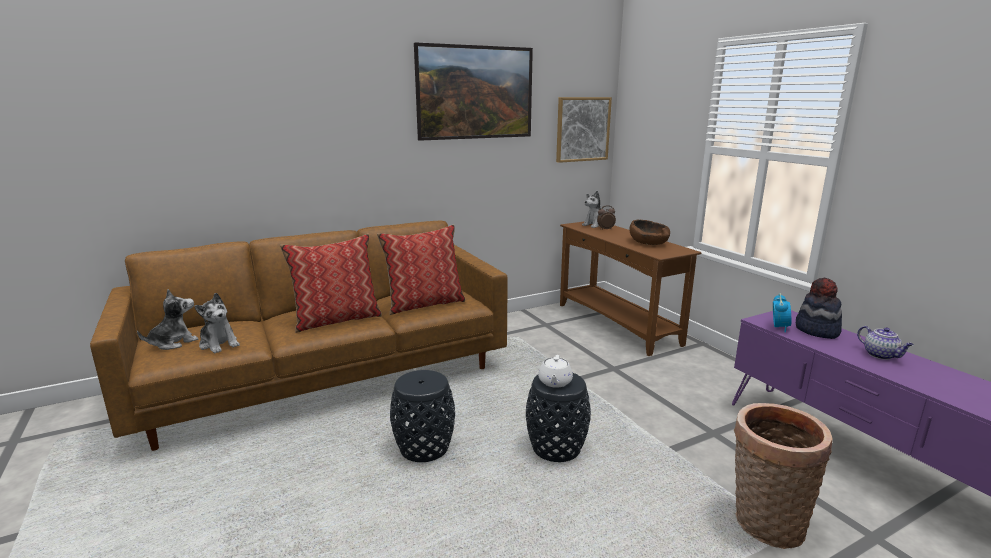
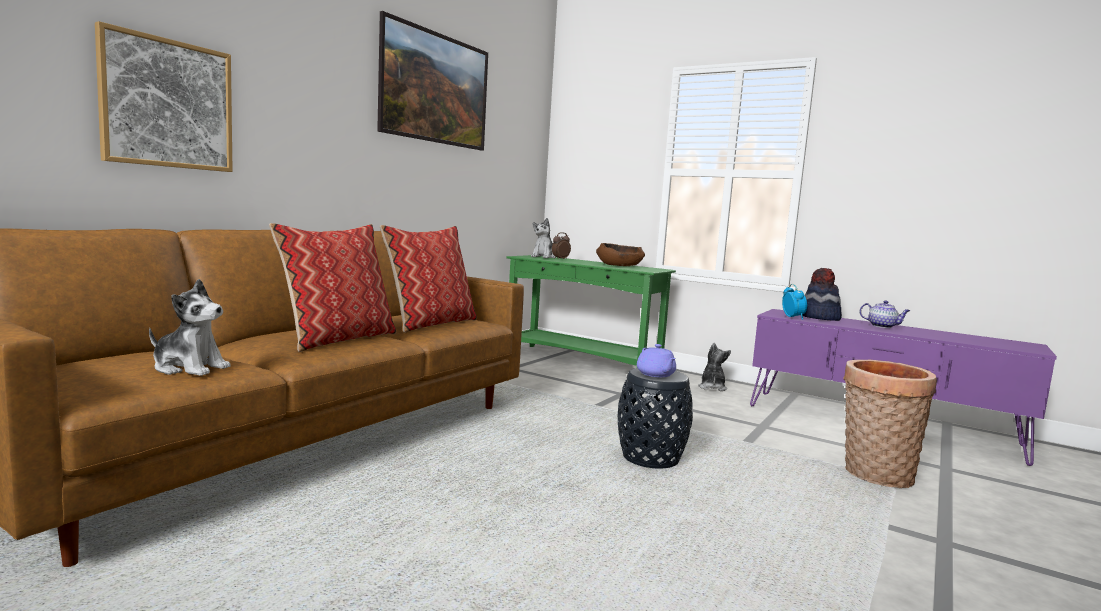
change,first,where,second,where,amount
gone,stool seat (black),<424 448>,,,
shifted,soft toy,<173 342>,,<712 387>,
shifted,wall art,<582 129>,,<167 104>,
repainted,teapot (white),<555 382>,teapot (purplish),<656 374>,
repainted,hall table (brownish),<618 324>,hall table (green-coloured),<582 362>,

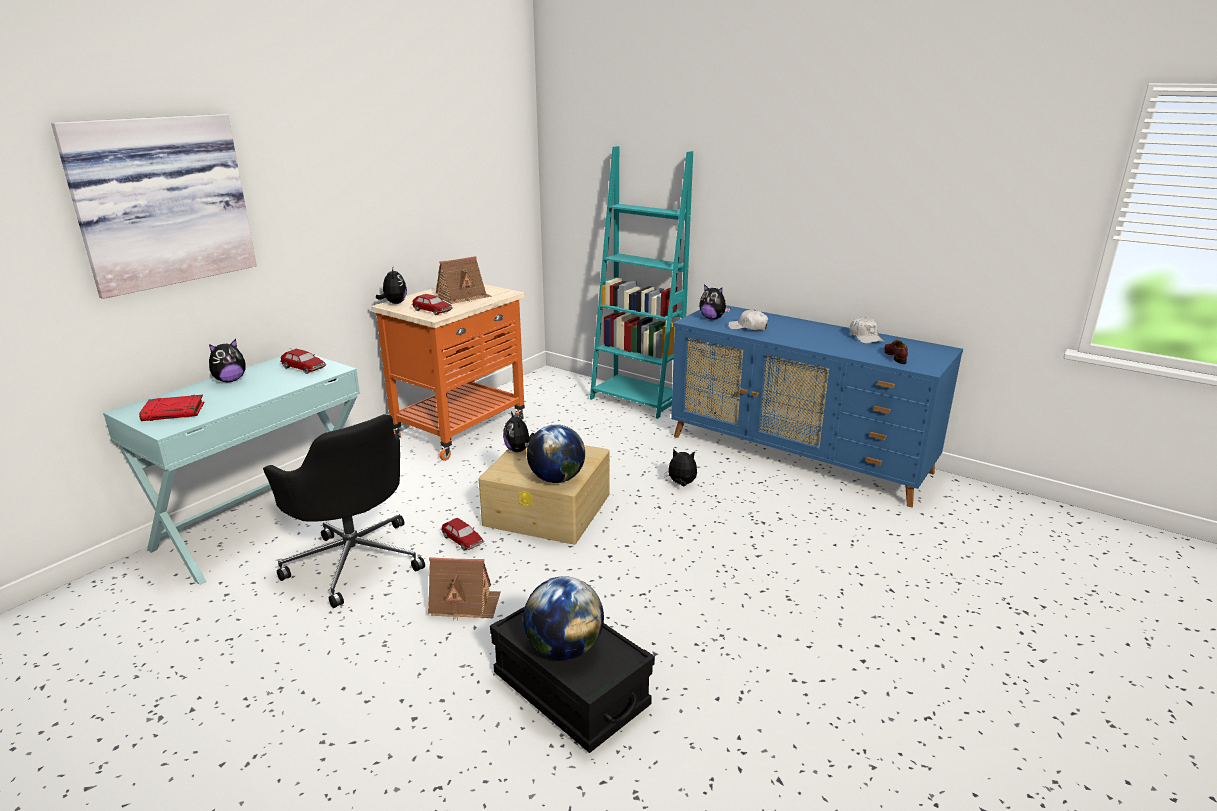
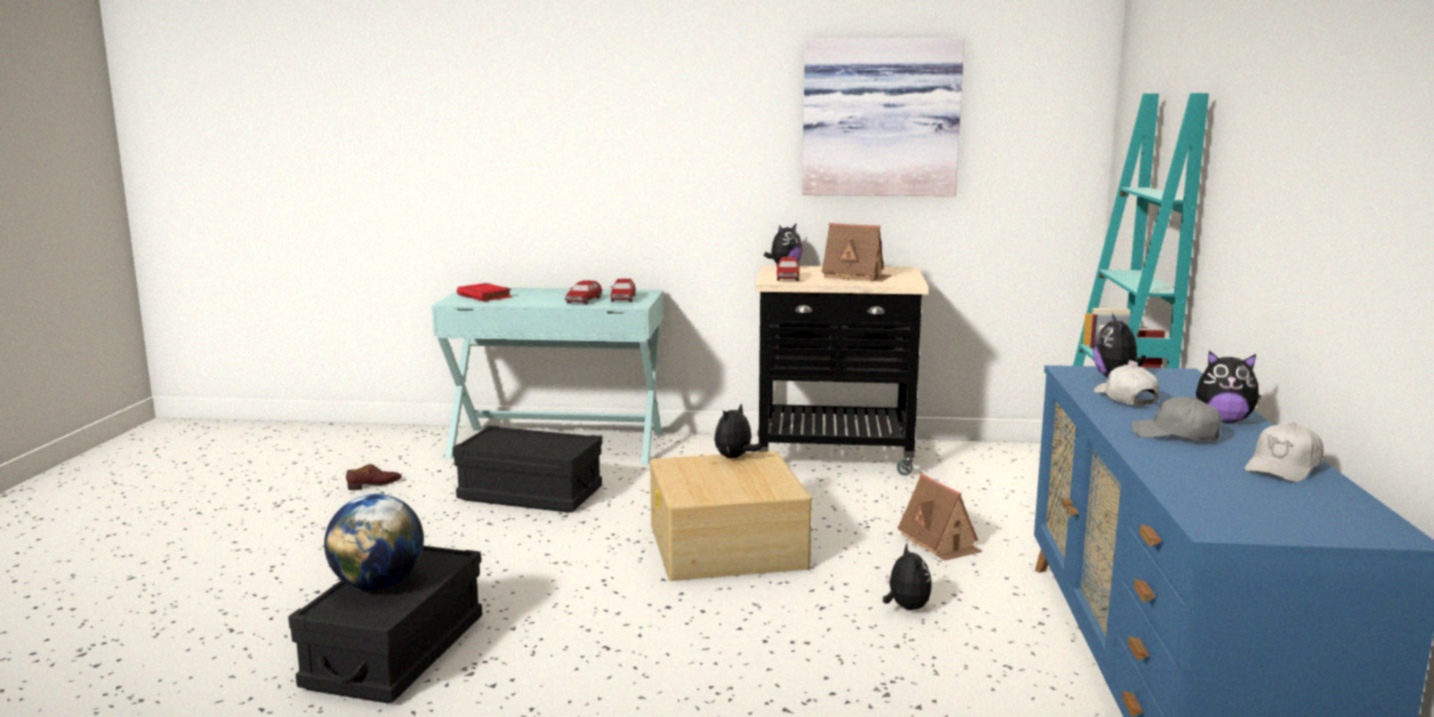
change,first,where,second,where,amount
gone,desk globe,<556 479>,,,
new,,,cap (greyish),<1176 435>,
shifted,wall art,<160 202>,,<880 118>,
shifted,soft toy,<230 380>,,<1223 421>,
shifted,model house,<465 604>,,<939 542>,
shifted,toy car,<463 540>,,<583 301>,
shifted,item of footwear (brownish),<895 356>,,<375 485>,
swapped,computer chair (black),<354 560>,storage bin (black),<530 494>,
repainted,wheeled cart (orange),<460 429>,wheeled cart (black),<834 456>,

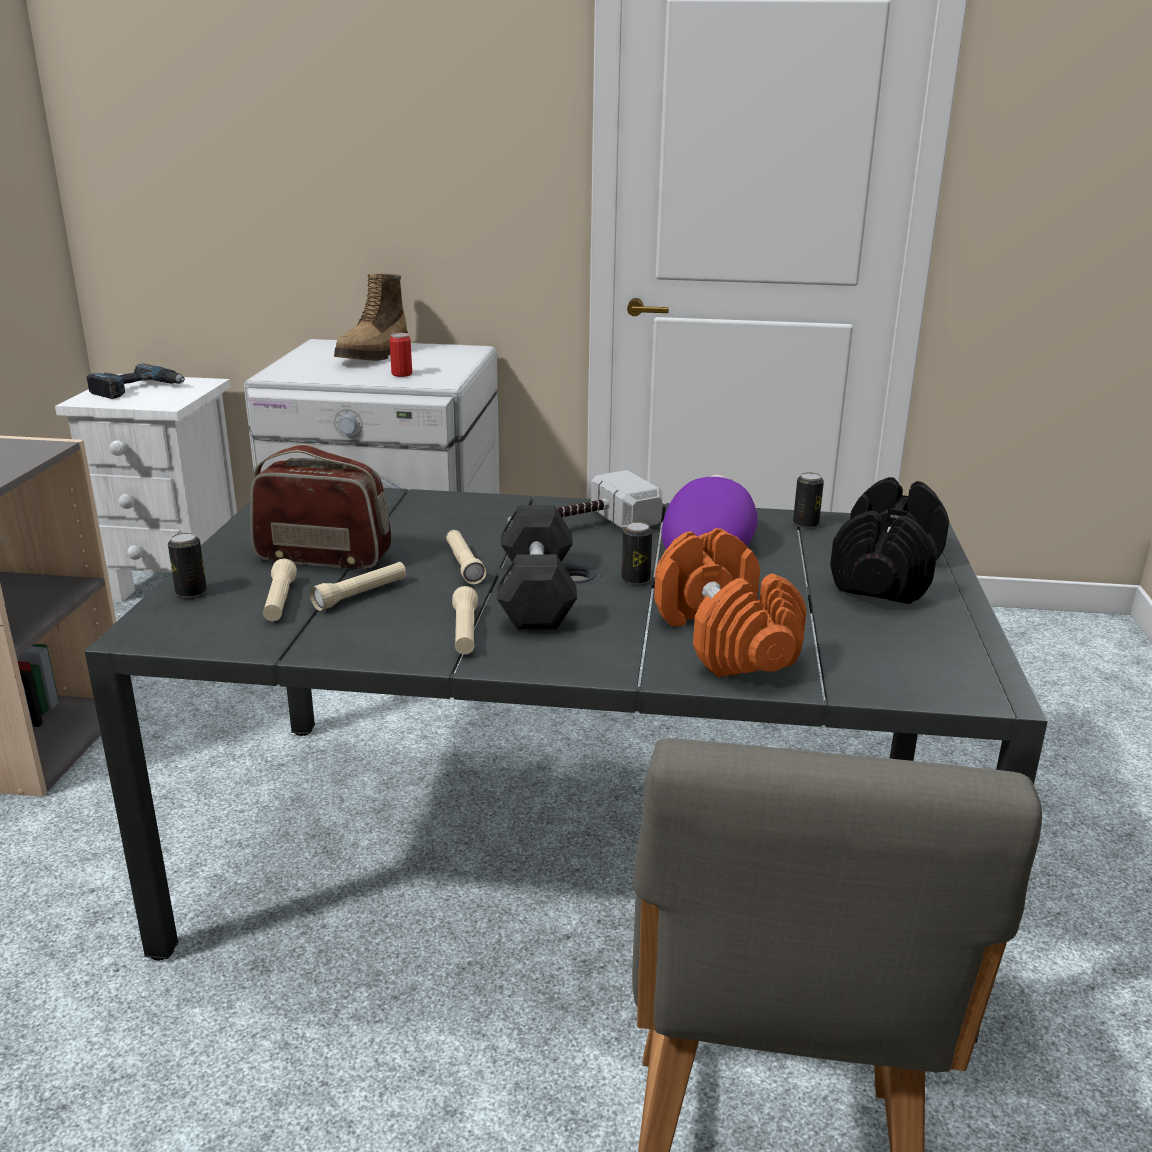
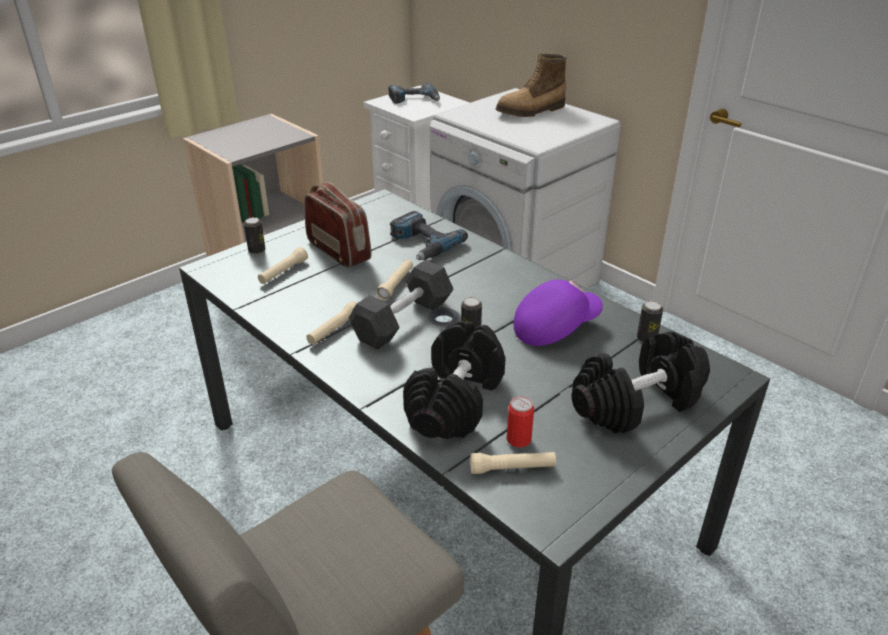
change,first,where,second,where,amount
gone,hammer,<580 527>,,,
new,,,electric drill,<422 244>,
shifted,hand torch (sand-coloured),<361 595>,,<512 468>,
shifted,can,<402 374>,,<518 439>,
repainted,free weight (orange),<726 640>,free weight (black),<455 401>,

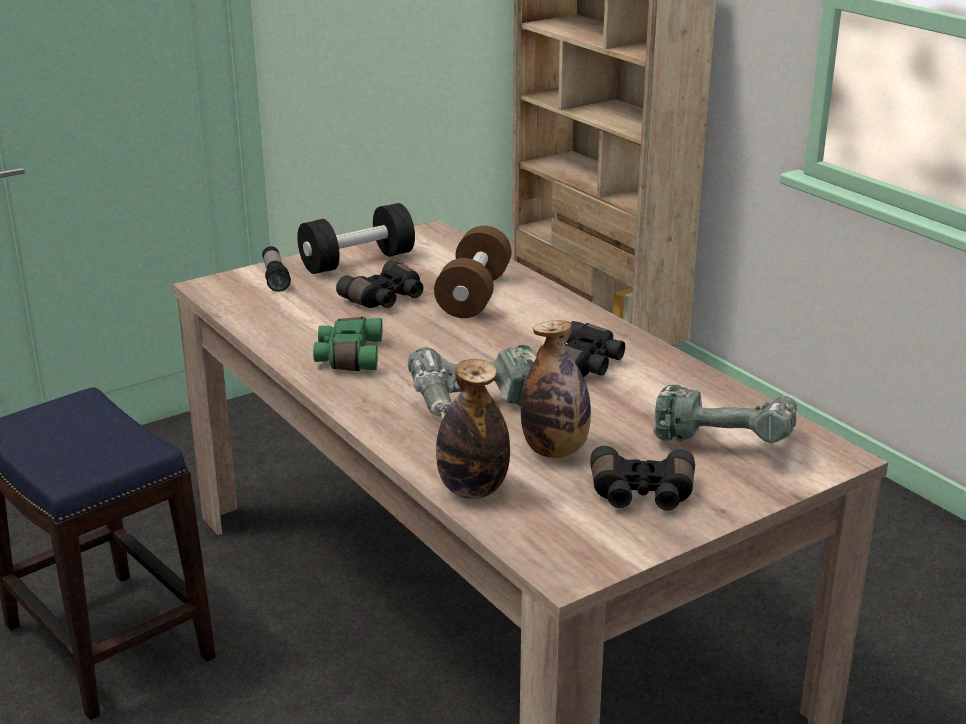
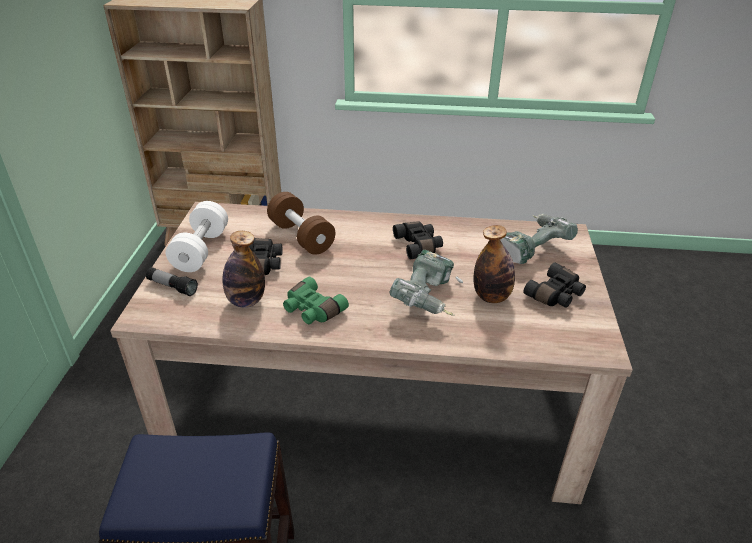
change,first,where,second,where,amount
shifted,bottle,<472 490>,,<246 301>,
repainted,free weight (black),<357 261>,free weight (white),<201 250>,

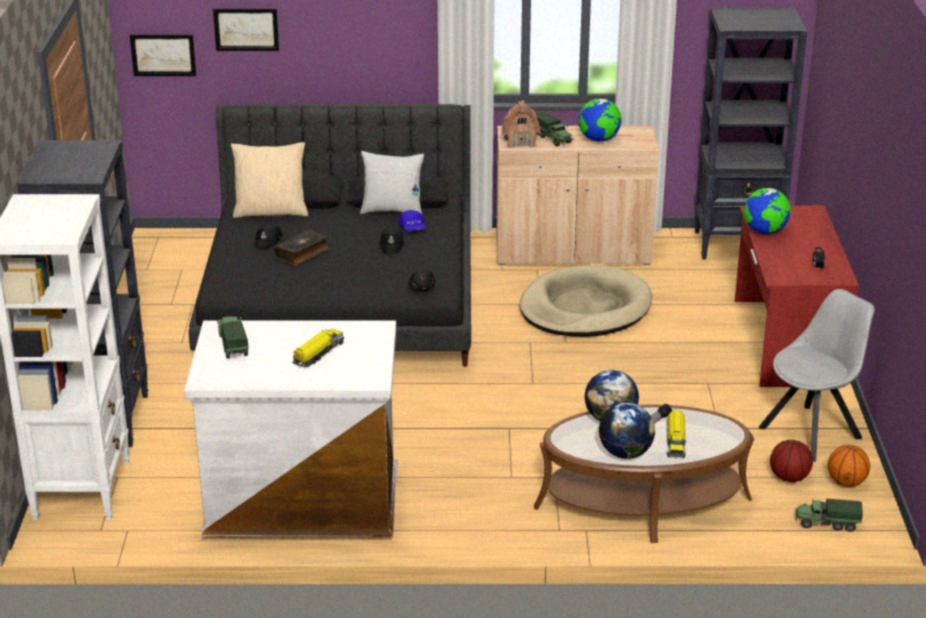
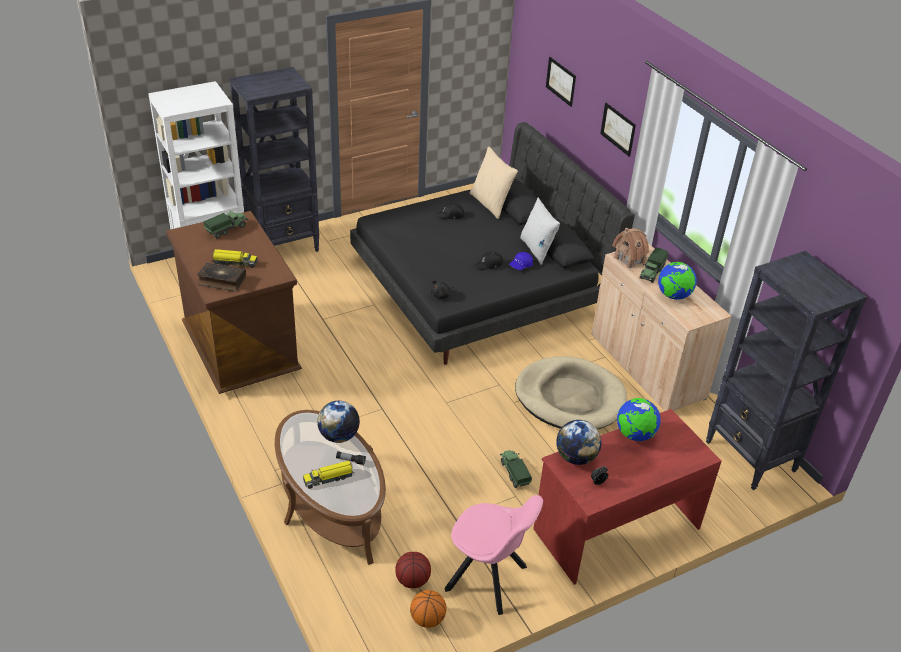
change,first,where,second,where,amount
shifted,wall art,<163 55>,,<618 129>,
shifted,book,<302 253>,,<222 281>,
shifted,desk globe,<625 453>,,<576 457>,
shifted,toy lorry,<827 523>,,<514 473>,
repainted,drawer chest (white),<301 506>,drawer chest (brownish),<240 348>,
repainted,chair (greyish),<812 432>,chair (pinkish),<488 579>,

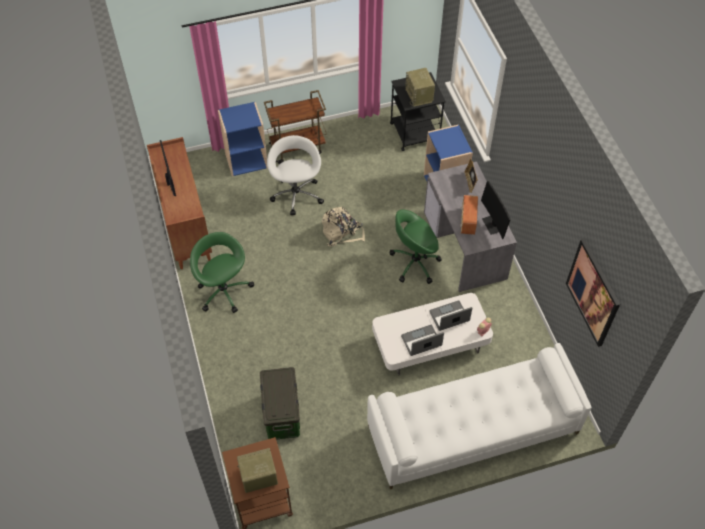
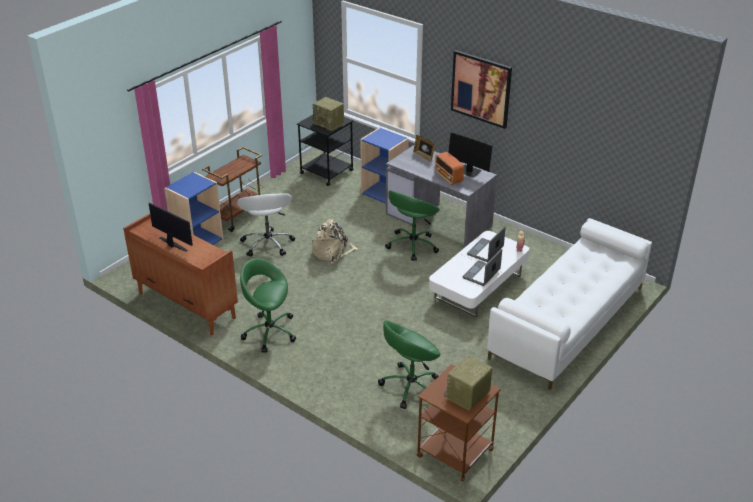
change,first,where,second,where,amount
shifted,wall art,<593 292>,,<481 88>,
swapped,storage bin,<281 414>,computer chair (green-coloured),<409 388>,
rotated,computer chair (white),<296 195>,,<268 245>,150 degrees counterclockwise

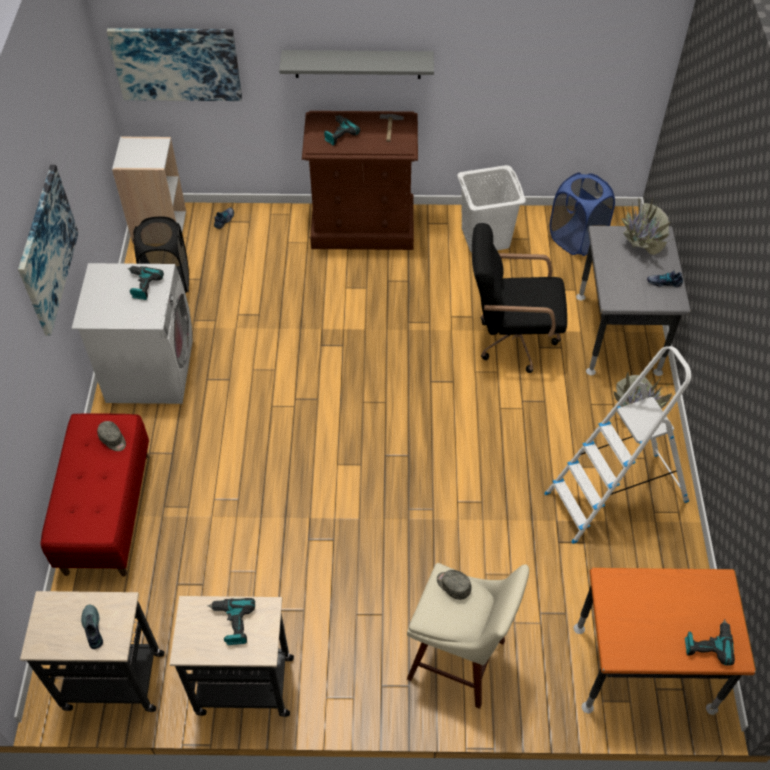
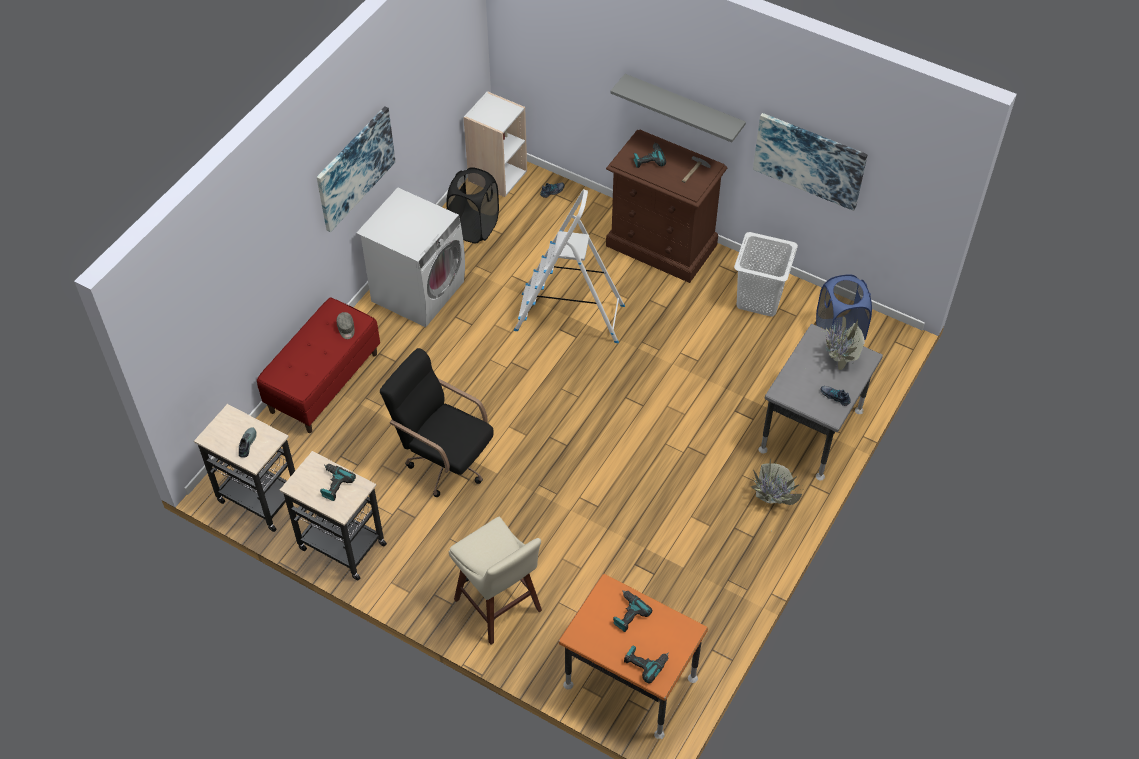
change,first,where,second,where,amount
gone,cap (greyish),<453 586>,,,
shifted,wall art,<177 63>,,<809 160>,
shifted,electric drill,<142 285>,,<628 614>,
shifted,computer chair (black),<511 342>,,<444 463>,
shifted,step ladder (white),<615 497>,,<569 318>,

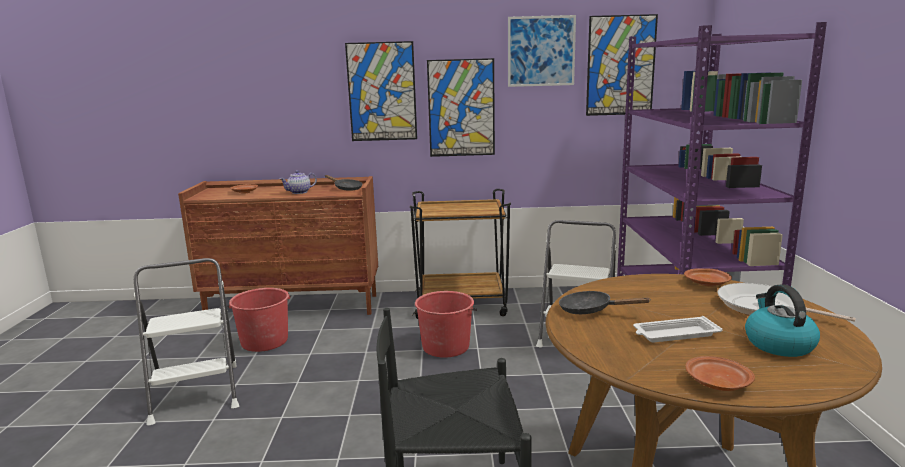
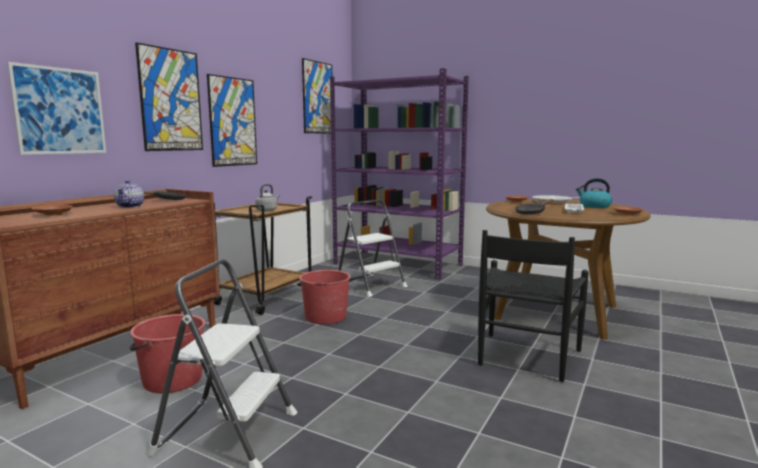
change,first,where,second,where,amount
new,,,kettle (greyish),<267 210>,
shifted,wall art,<541 51>,,<60 111>,

